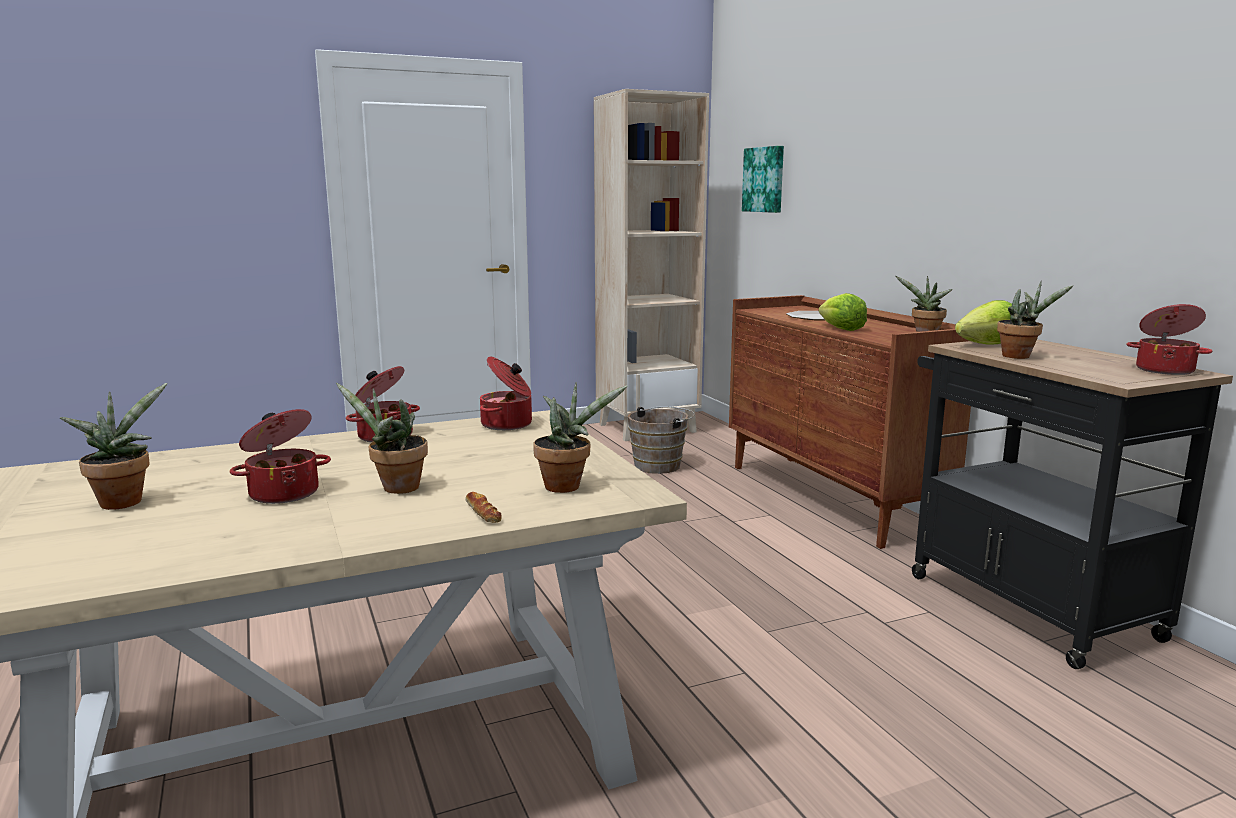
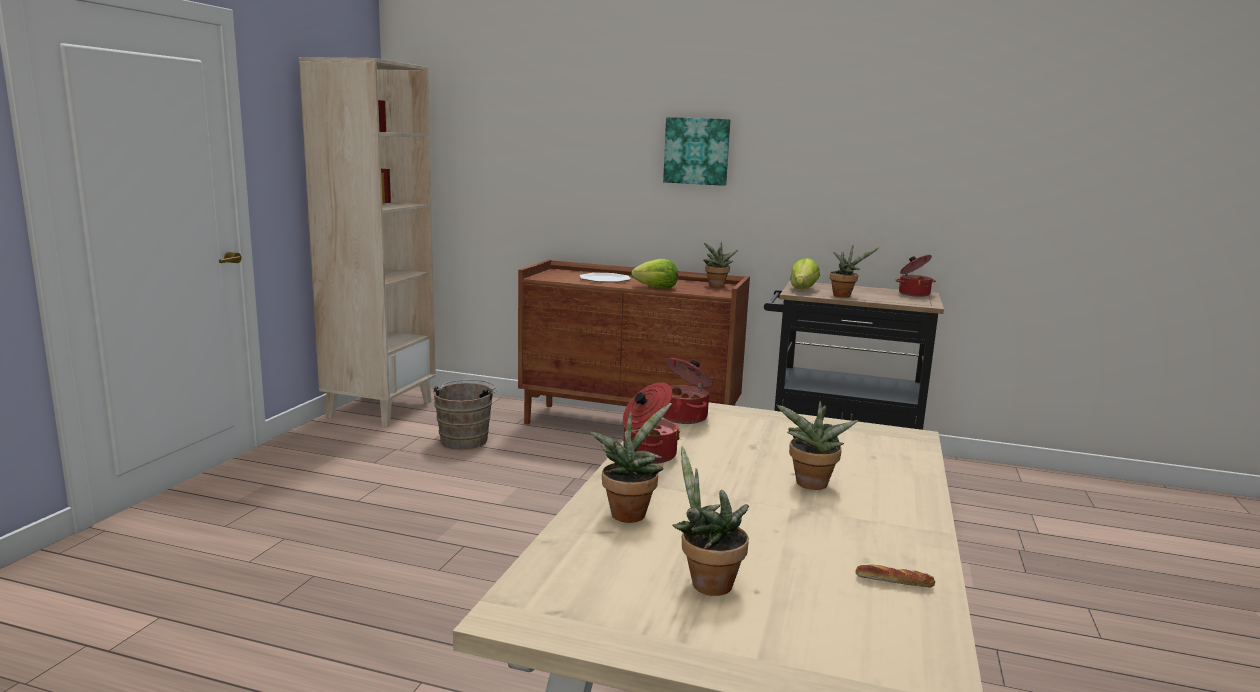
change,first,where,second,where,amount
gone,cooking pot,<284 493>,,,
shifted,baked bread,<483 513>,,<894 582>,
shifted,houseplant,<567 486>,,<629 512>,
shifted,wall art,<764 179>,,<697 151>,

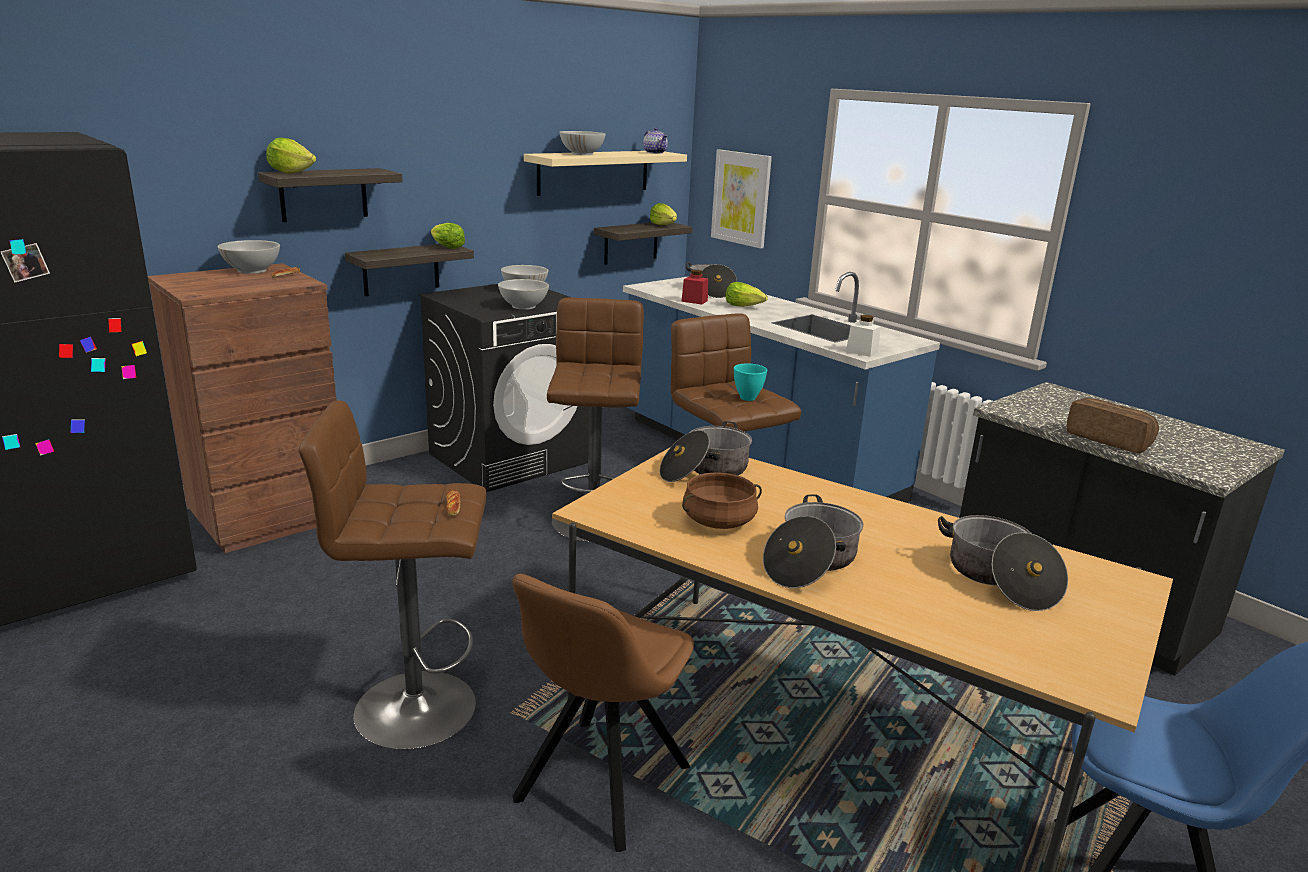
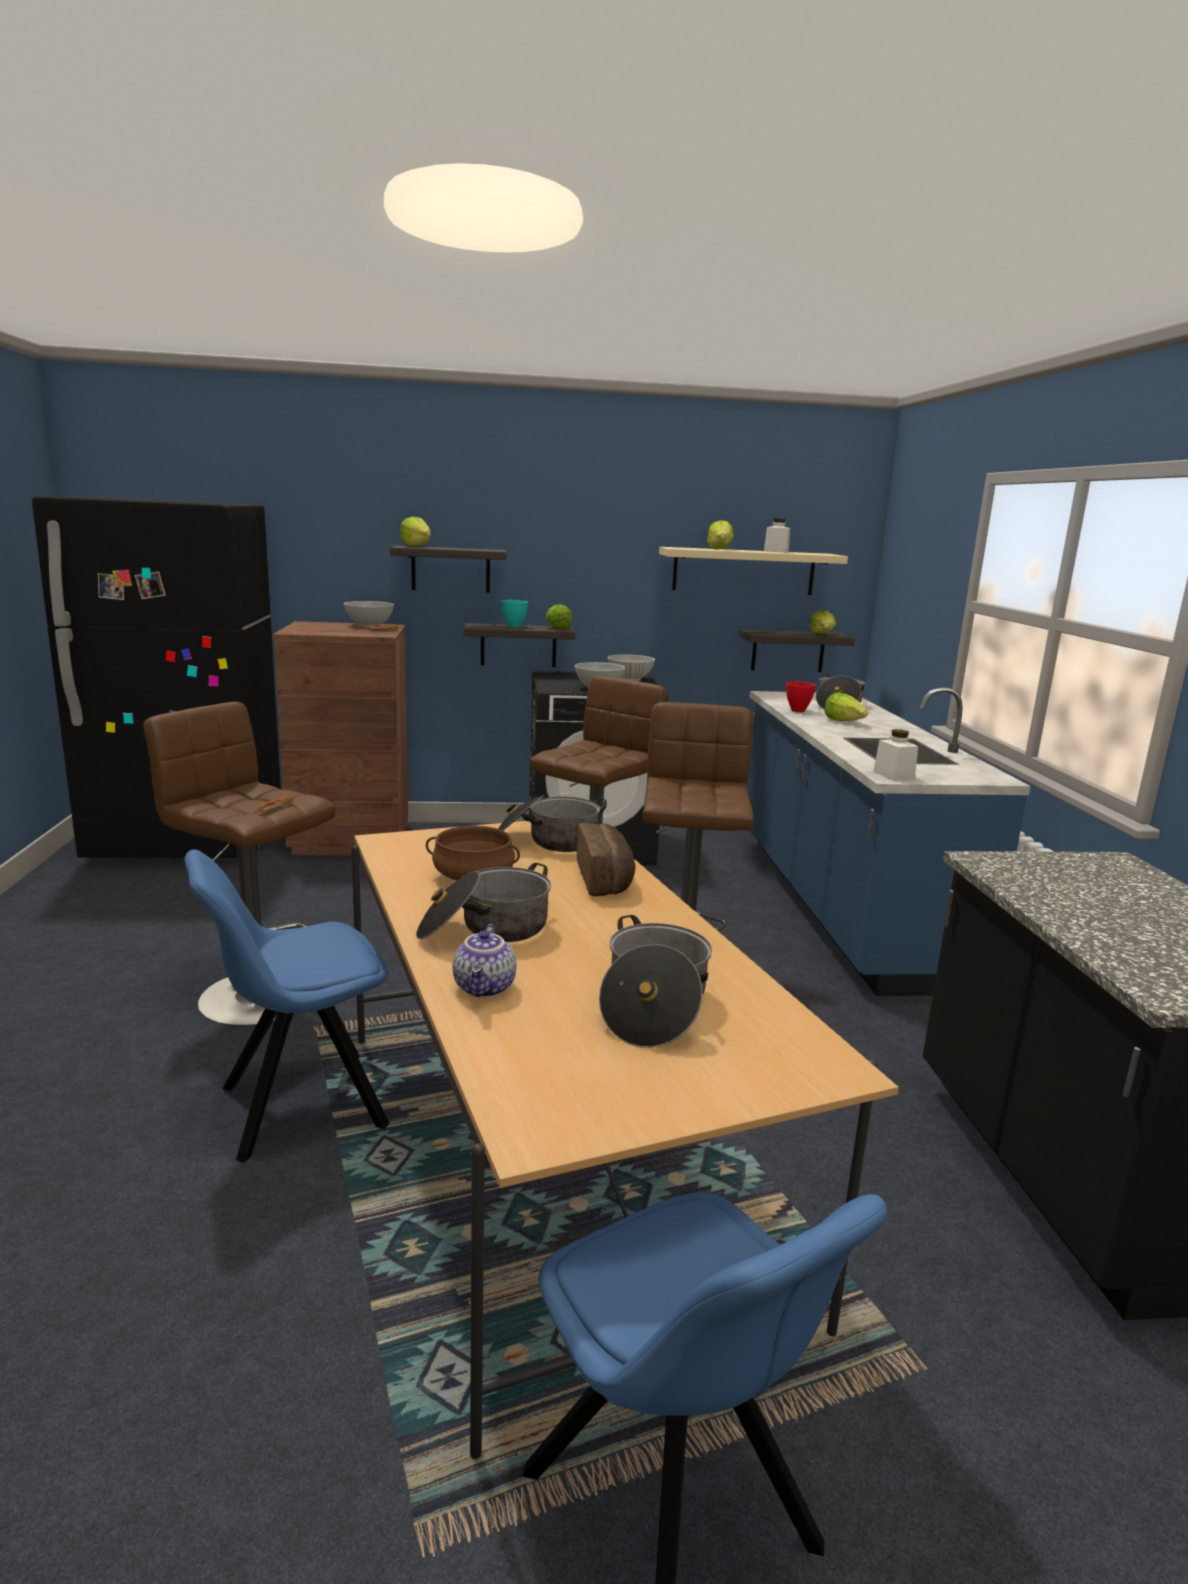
change,first,where,second,where,amount
gone,wall art,<741 198>,,,
new,,,jar (white),<776 551>,
shifted,teapot,<655 153>,,<485 988>,
shifted,serving bowl (turquoise),<748 398>,,<515 626>,
shifted,baked bread,<1109 440>,,<606 879>,
swapped,serving bowl (white),<582 154>,lettuce head,<719 549>,
swapped,jar (reddish),<694 301>,serving bowl (reddish),<797 710>,
repainted,chair (brownish),<600 783>,chair (blue-coloured),<301 1106>,

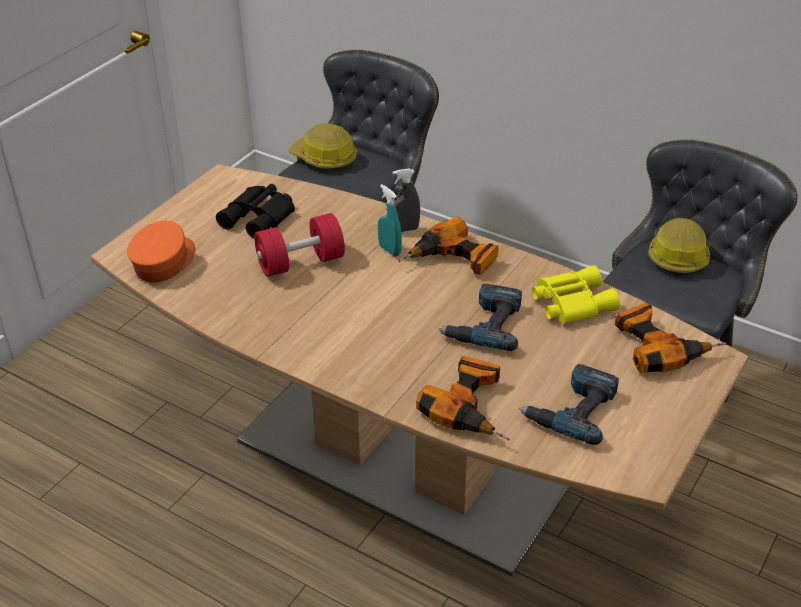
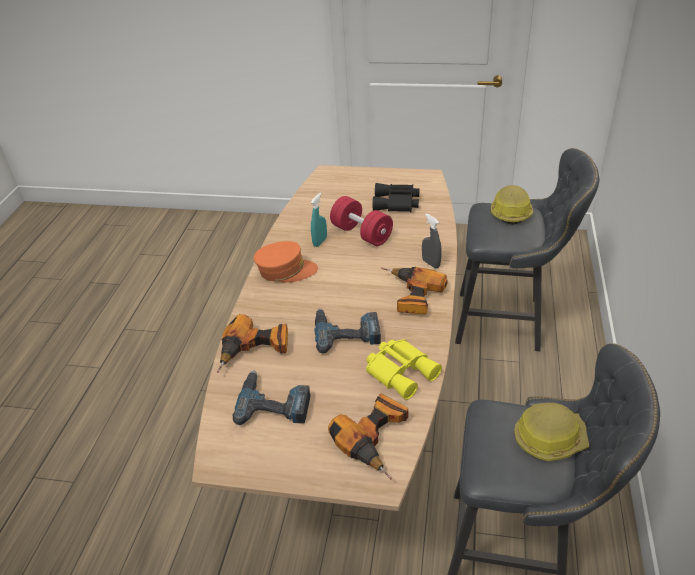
change,first,where,second,where,amount
shifted,cap (orange),<164 262>,,<286 270>,
shifted,sprayer (turquoise),<389 250>,,<320 242>,

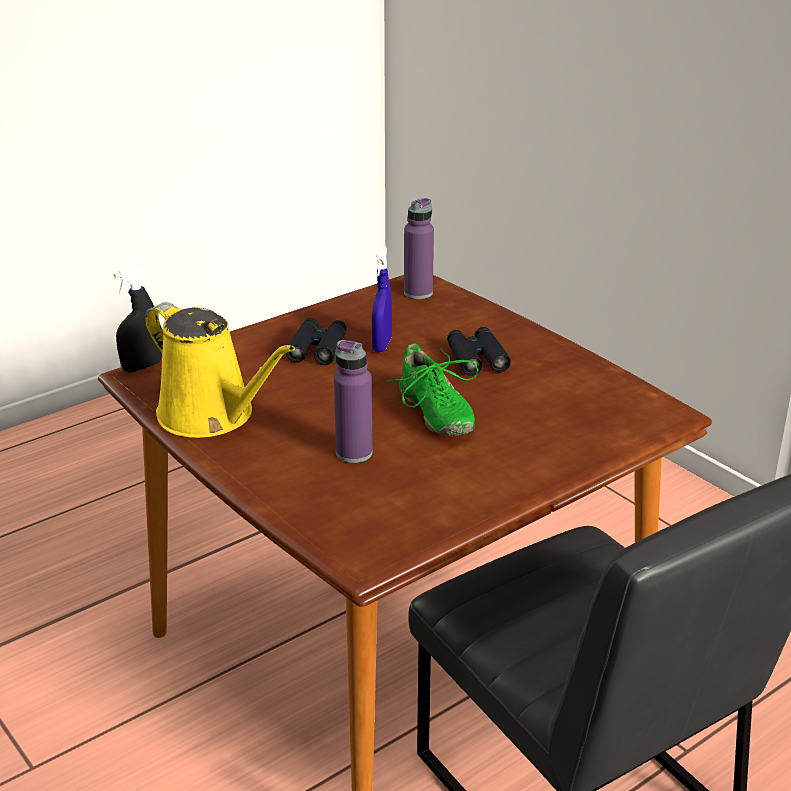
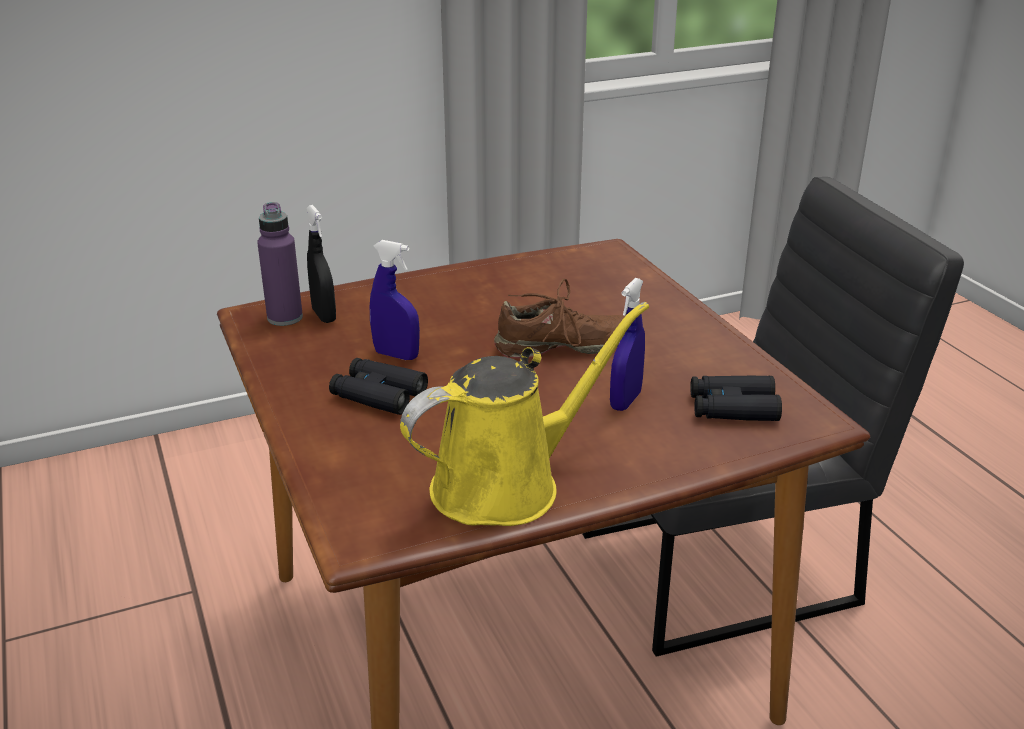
change,first,where,second,where,amount
shifted,sprayer (black),<142 367>,,<324 315>,
shifted,binoculars (black),<477 358>,,<733 408>,
swapped,bottle (purplish),<354 453>,sprayer (blue-coloured),<625 401>,
repainted,item of footwear (green-coloured),<434 413>,item of footwear (brownish),<562 347>,

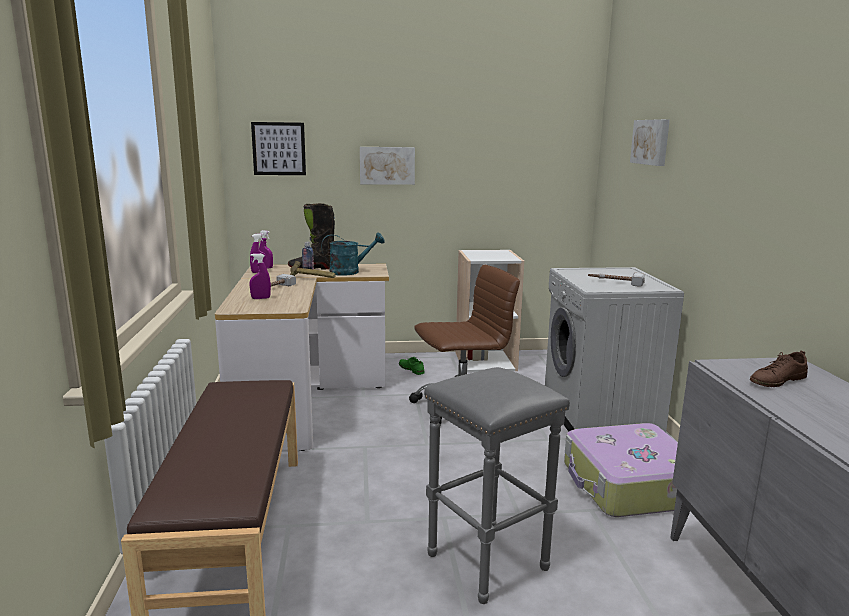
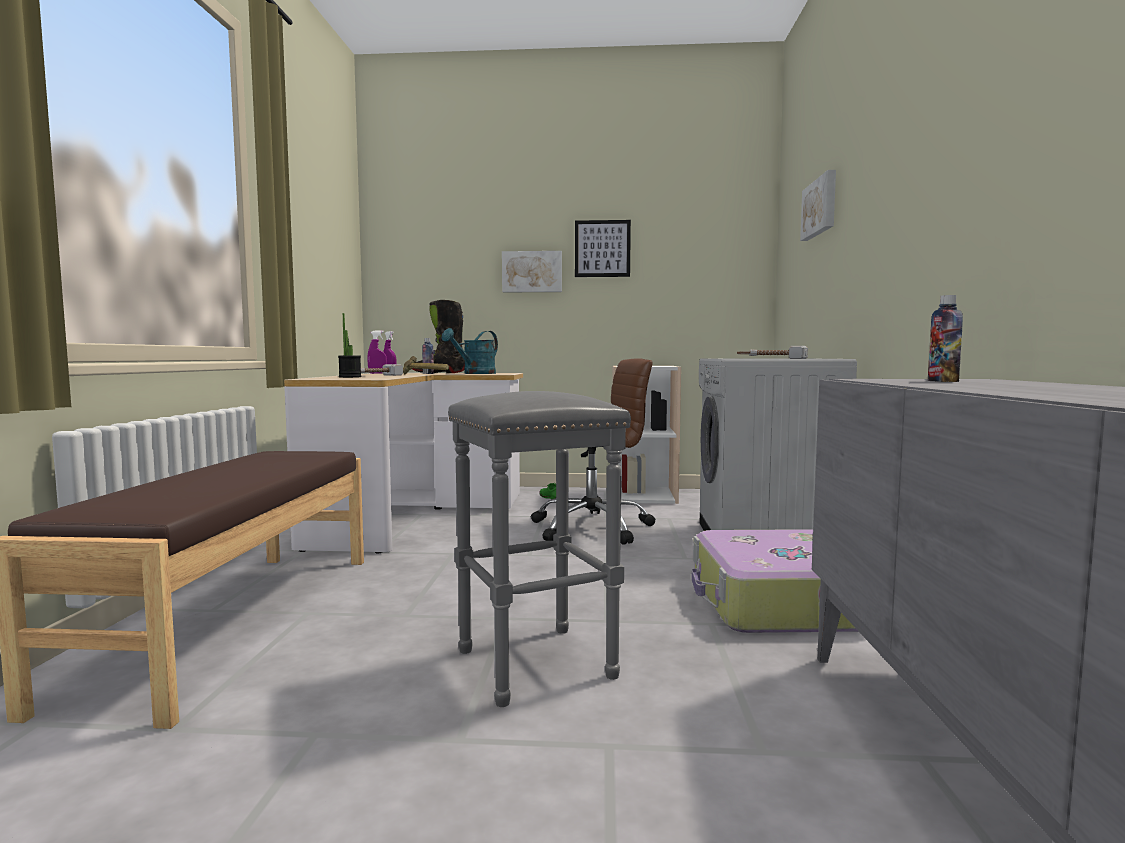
change,first,where,second,where,amount
shifted,wall art,<279 148>,,<602 248>,
swapped,sprayer (purplish),<260 298>,houseplant,<350 377>,
swapped,item of footwear (brownish),<777 380>,bottle,<942 381>,
rotated,watering can (turquoise),<350 272>,,<475 373>,135 degrees clockwise

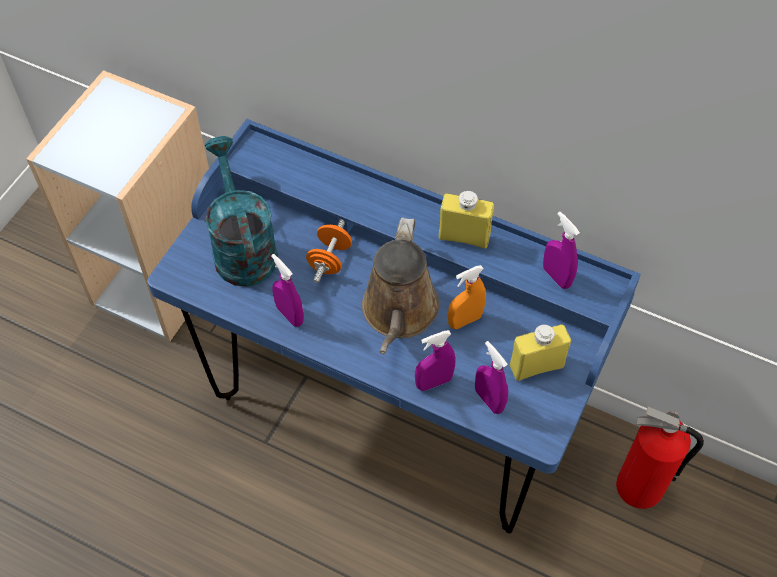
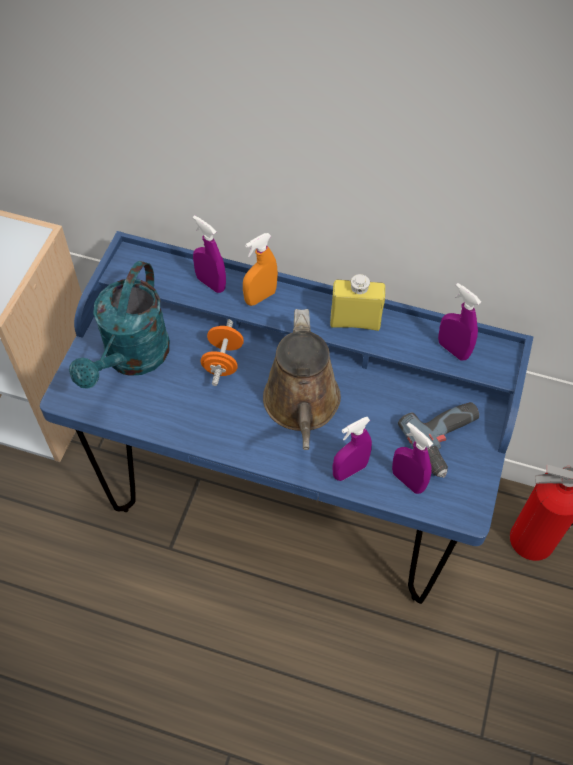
change,first,where,second,where,amount
shifted,sprayer (purplish),<289 315>,,<210 283>,
shifted,sprayer (orange),<465 320>,,<260 297>,
swapped,bottle (yellow),<536 366>,electric drill,<447 440>,
rotated,watering can (turquoise),<242 246>,,<132 359>,135 degrees counterclockwise

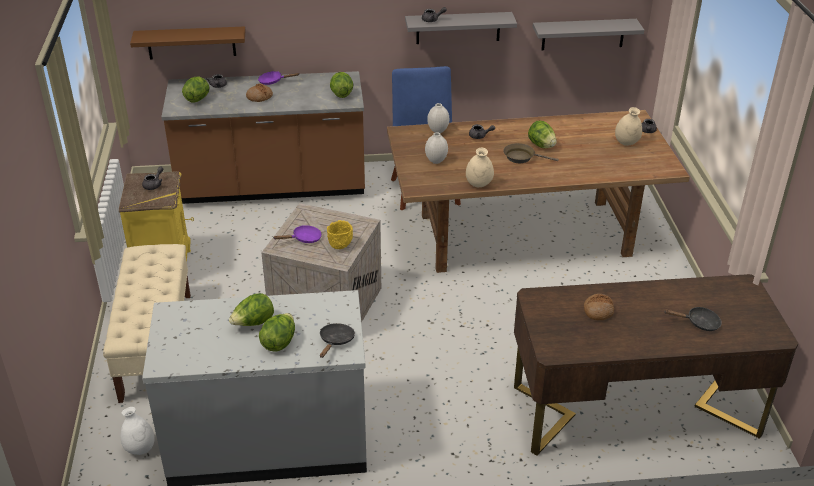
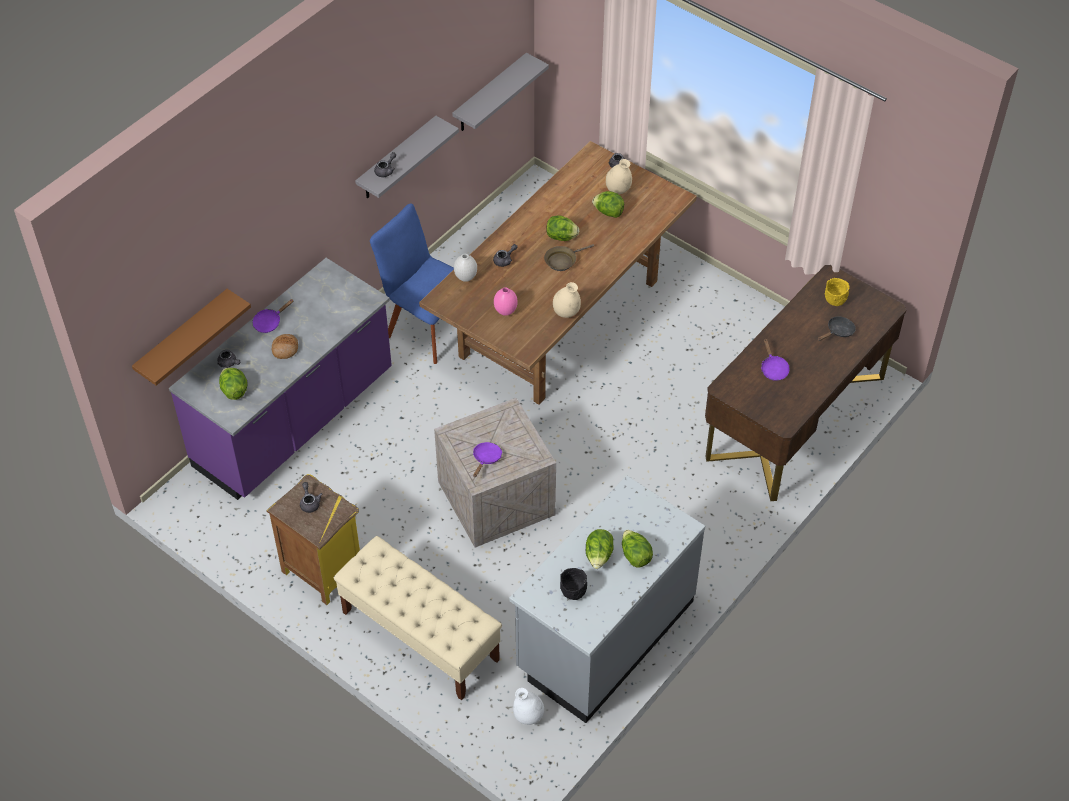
change,first,where,second,where,amount
gone,skillet (black),<335 341>,,,
new,,,serving bowl (black),<573 591>,
shifted,serving bowl (yellow),<341 245>,,<835 300>,
shifted,lettuce head,<341 94>,,<608 212>,
swapped,baked bread,<598 311>,skillet (purplish),<773 368>,
repainted,kitchen base unit (brownish),<272 187>,kitchen base unit (purplish),<295 421>,
repainted,decorative vase (white),<436 161>,decorative vase (pinkish),<506 311>,

